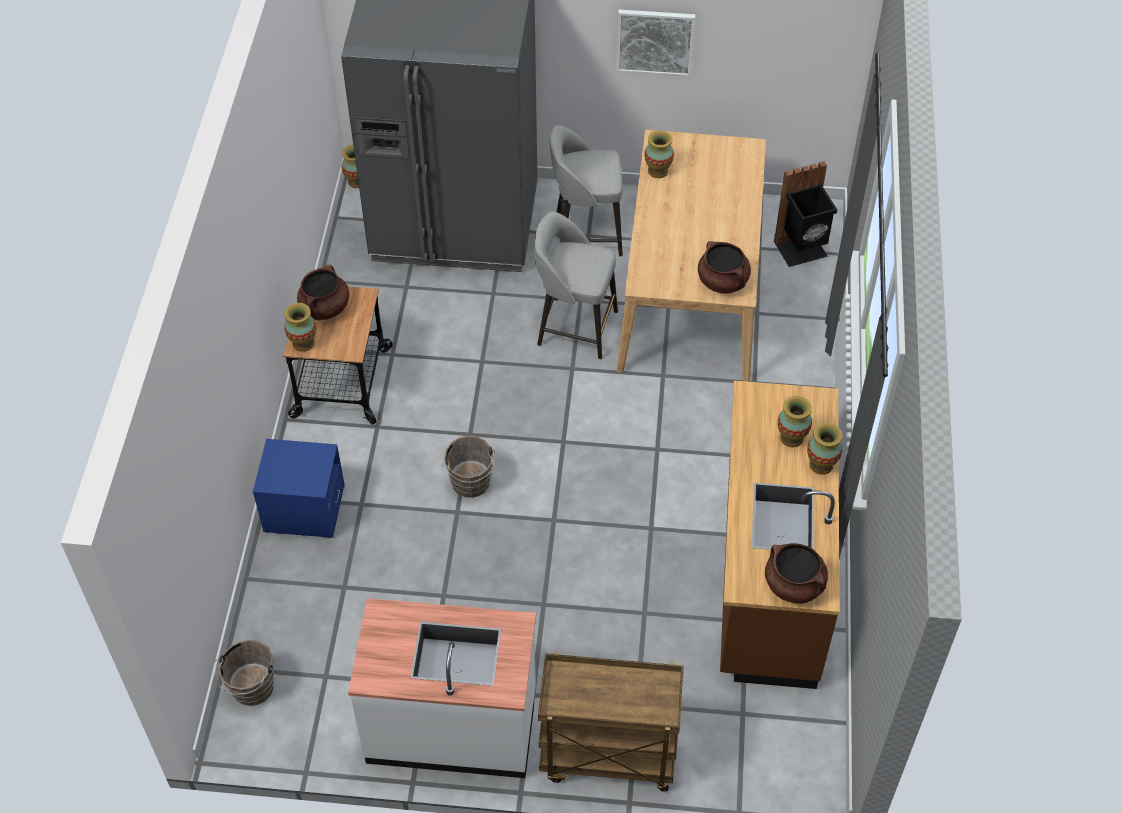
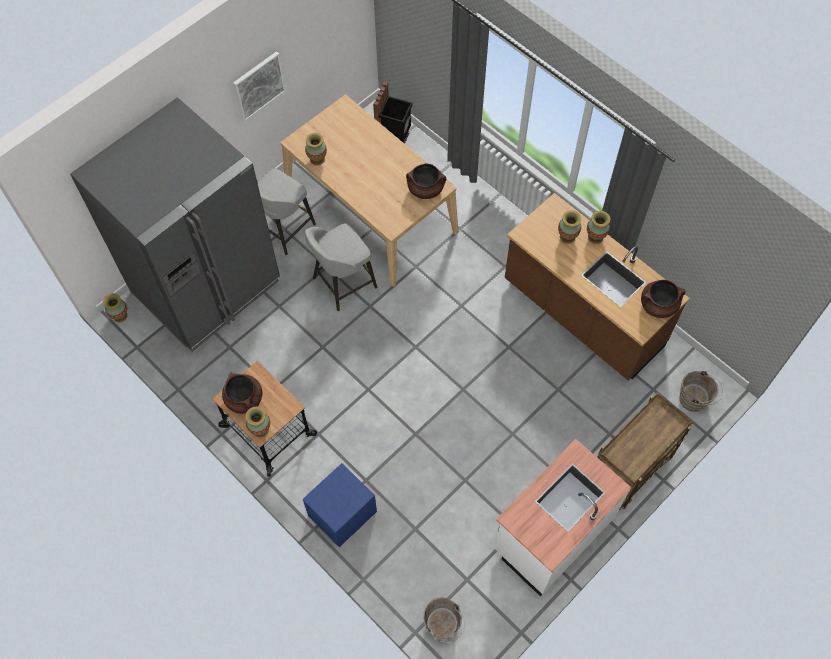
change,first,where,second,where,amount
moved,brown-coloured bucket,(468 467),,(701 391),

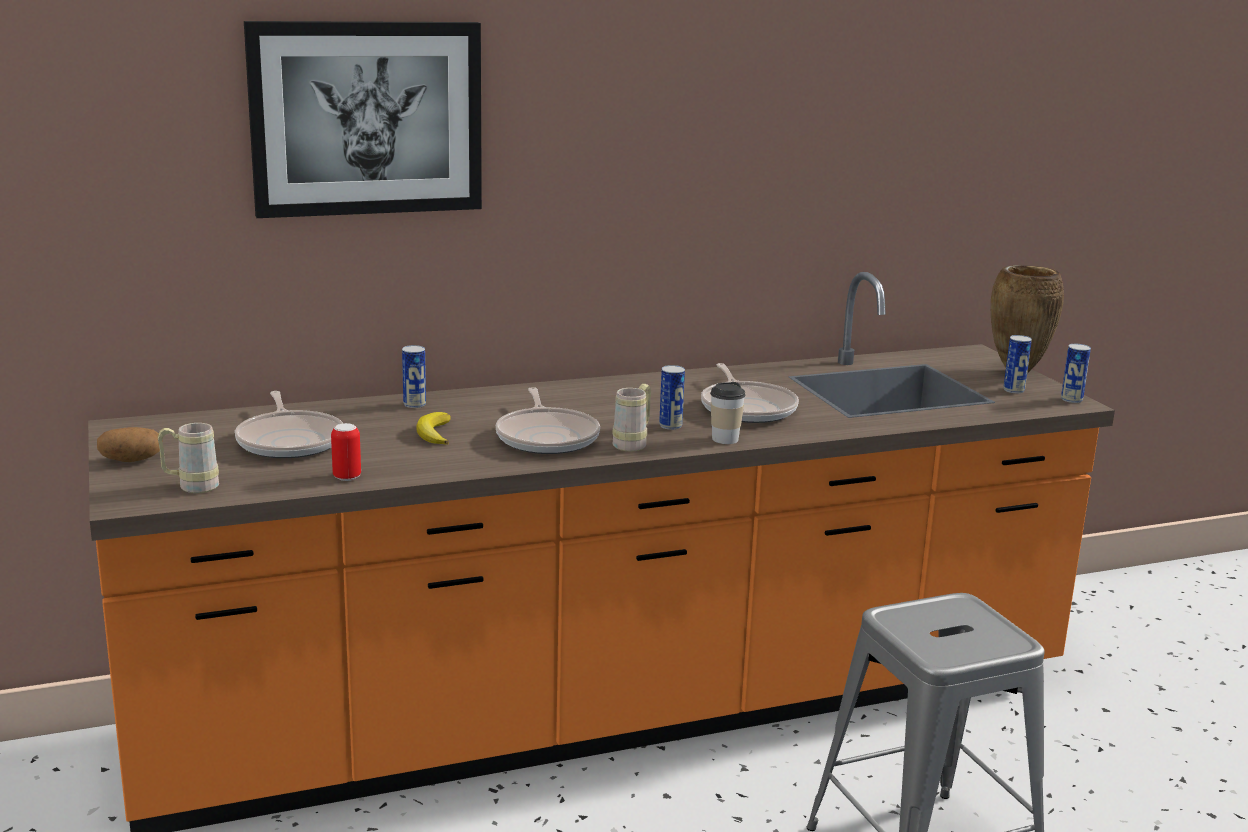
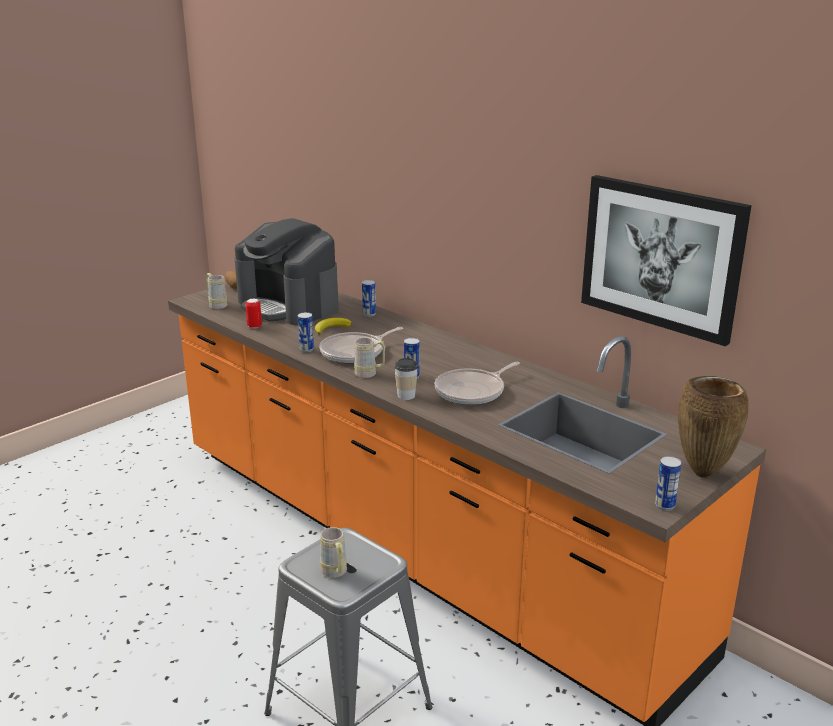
change,first,where,second,where,amount
added,,,beige coffee mug,(333 552),
moved,wall picture,(363 119),,(666 260),
moved,can,(1017 364),,(306 332),
replaced,skillet,(289 424),coffee brewer,(286 271),

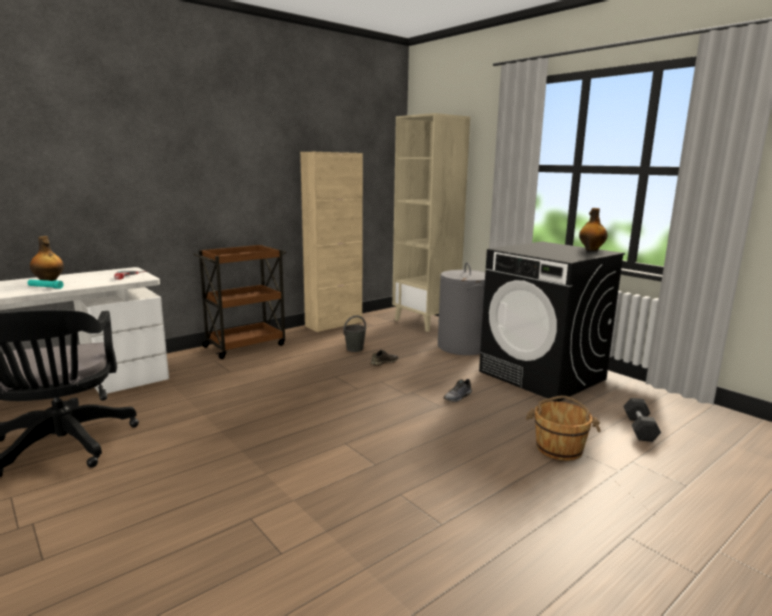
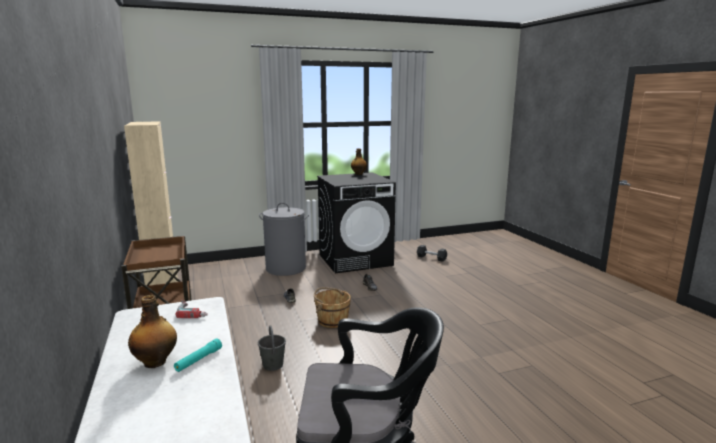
change,first,where,second,where,amount
removed,beige bookshelf,(431 222),,,
moved,greyish bucket,(354 333),,(272 348),
moved,brown-coloured bucket,(563 428),,(332 307),

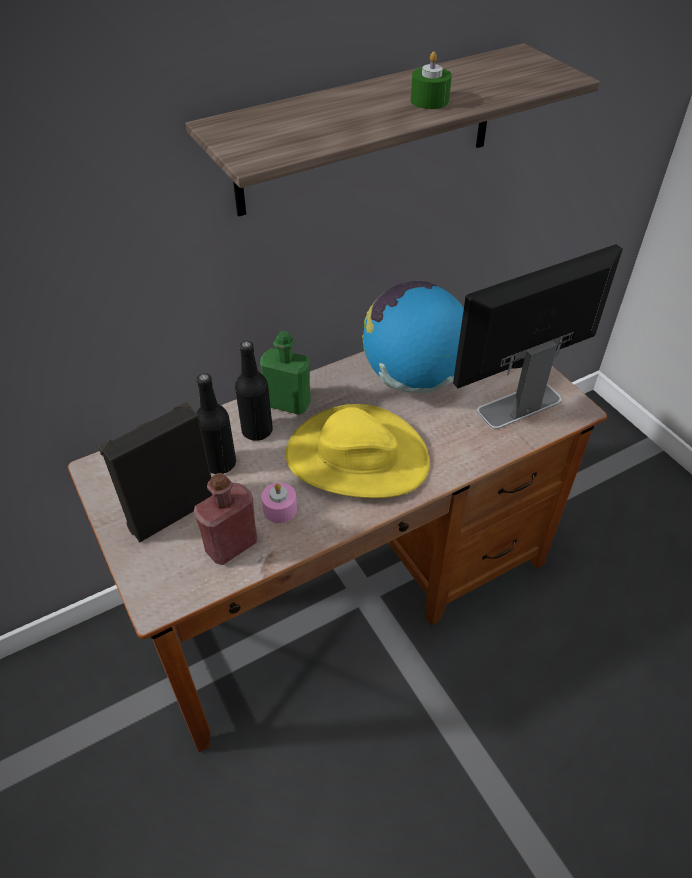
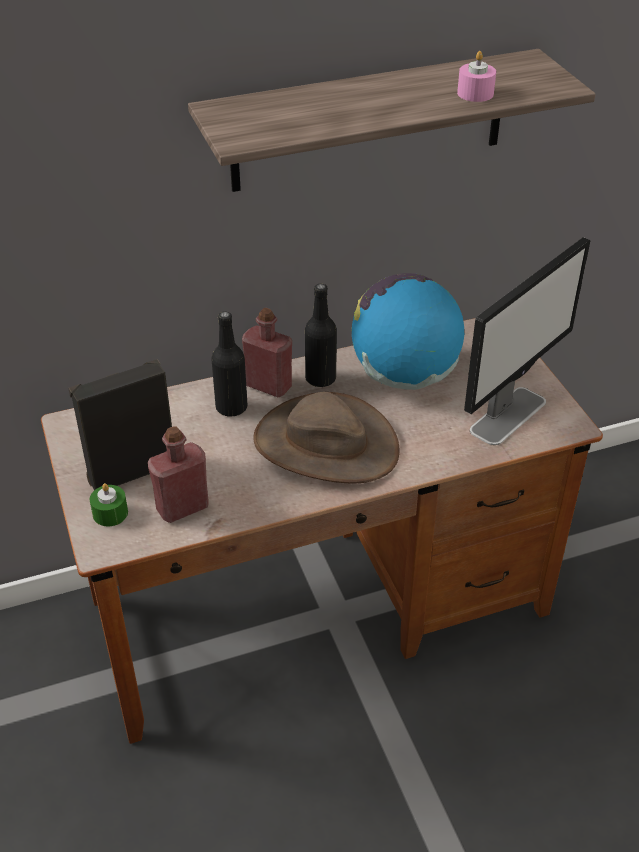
change,first,where,second,where,amount
moved,black-coloured drink bottle,(216 423),,(321 335),
moved,pink wax light,(279 502),,(476 76),
moved,green-coloured wax light,(431 80),,(108 504),
recoloured,green-coloured drink bottle,(285 373),red-coloured drink bottle,(267 352),
recoloured,yellow hat,(357 451),brown-coloured hat,(326 437),
turned,computer screen,(538 336),,(527 341),150 degrees clockwise

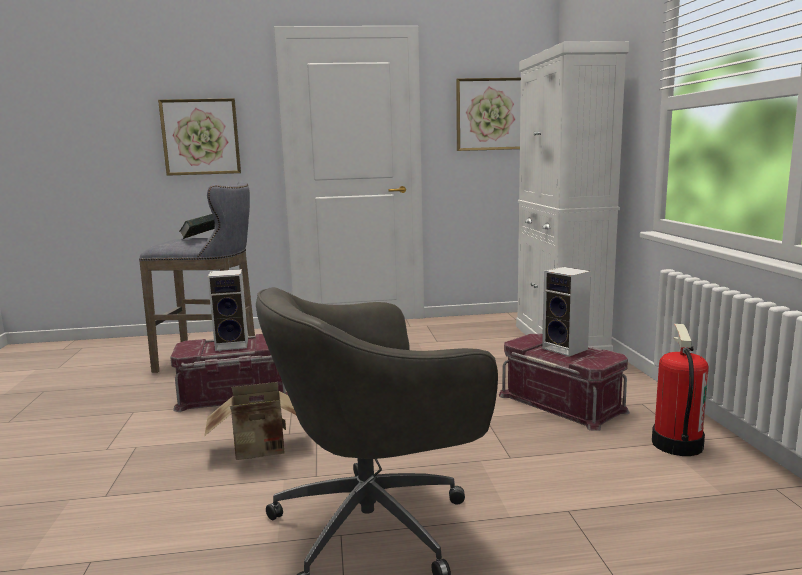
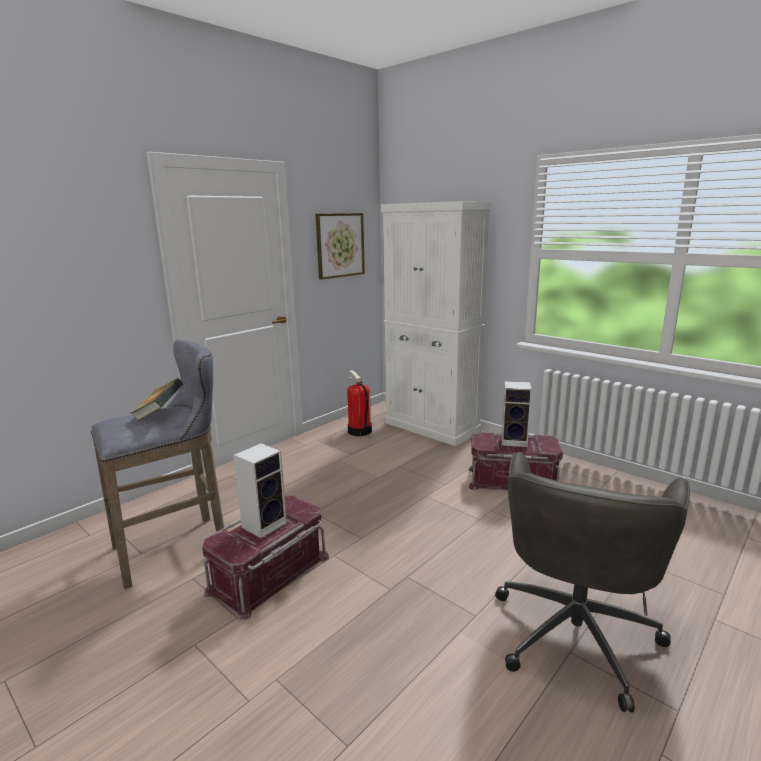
change,first,where,second,where,amount
removed,wall picture,(199 137),,,
removed,carton,(250 421),,,
moved,extinguisher,(680 390),,(359 403),

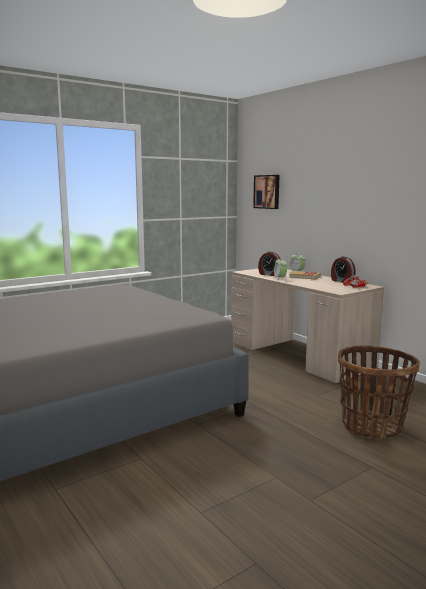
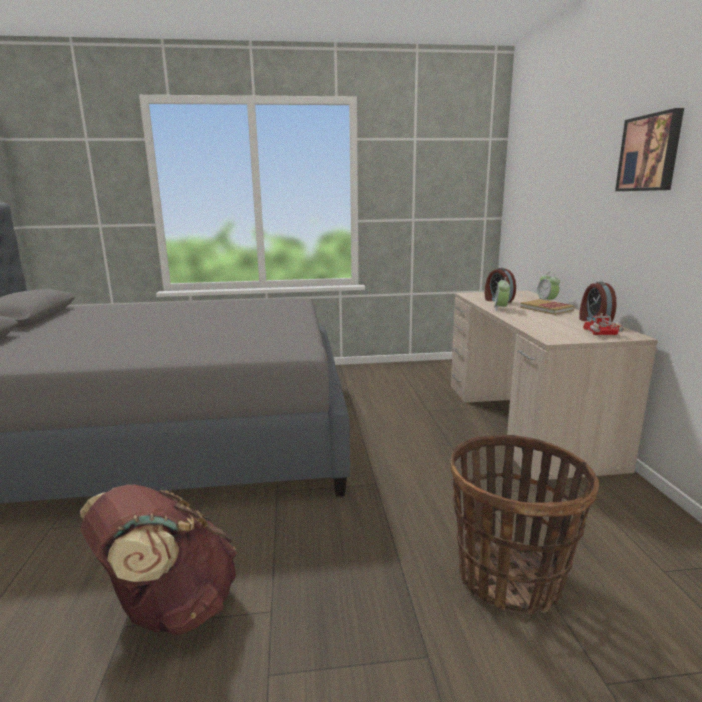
change,first,where,second,where,amount
added,,,brown-coloured knapsack,(158 560),
moved,wall picture,(266 192),,(649 149),

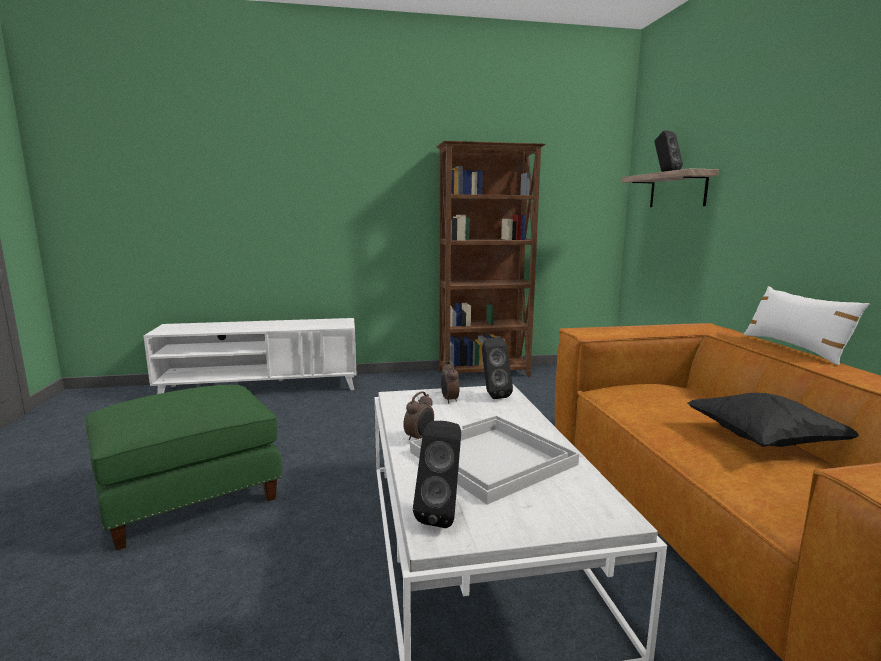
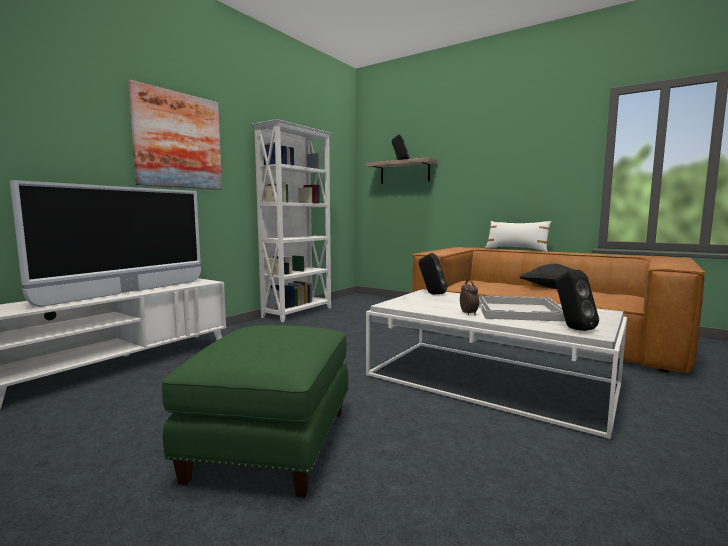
change,first,where,second,where,amount
removed,alarm clock,(450 382),,,
added,,,television,(105 243),
added,,,wall picture,(175 135),
recoloured,brown-coloured bookshelf,(491 259),white bookshelf,(292 220),

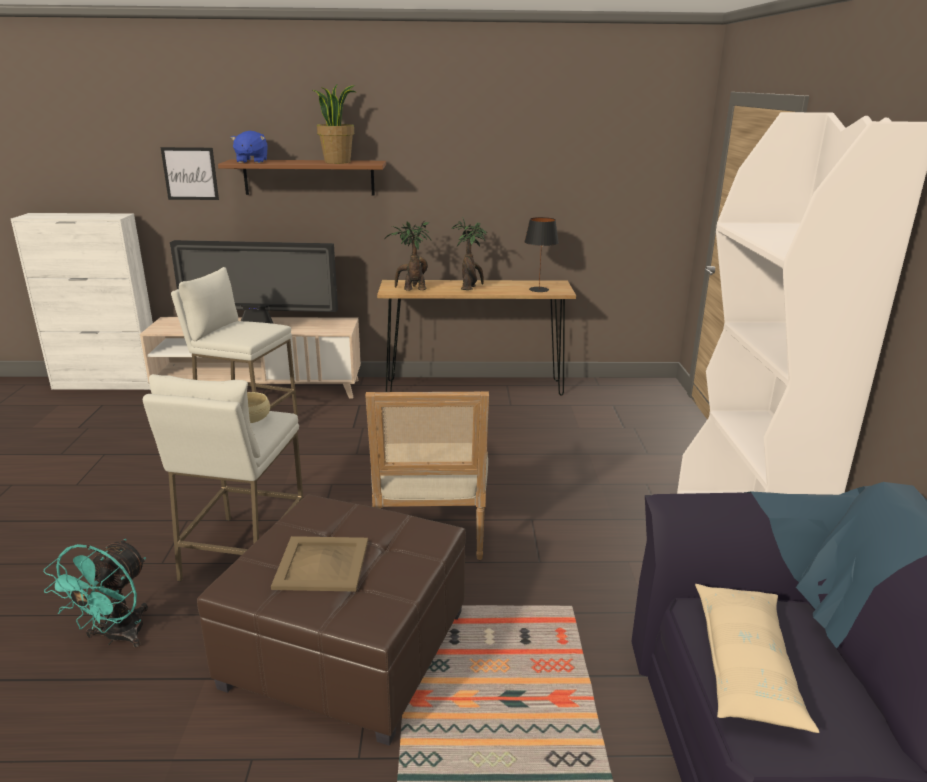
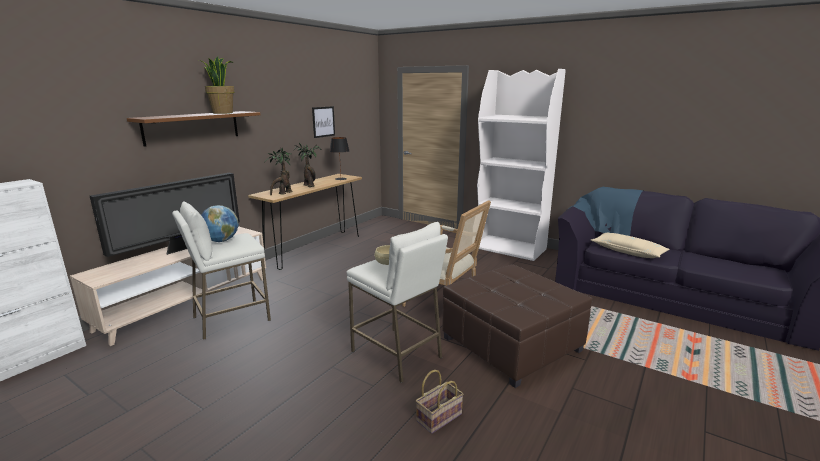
change,first,where,second,where,amount
removed,blue plush toy,(249 147),,,
removed,beige tray,(319 564),,,
added,,,world globe,(220 223),
moved,wall picture,(190 173),,(323 122),
replaced,blue-green cooling fan,(96 593),household basket,(440 402),

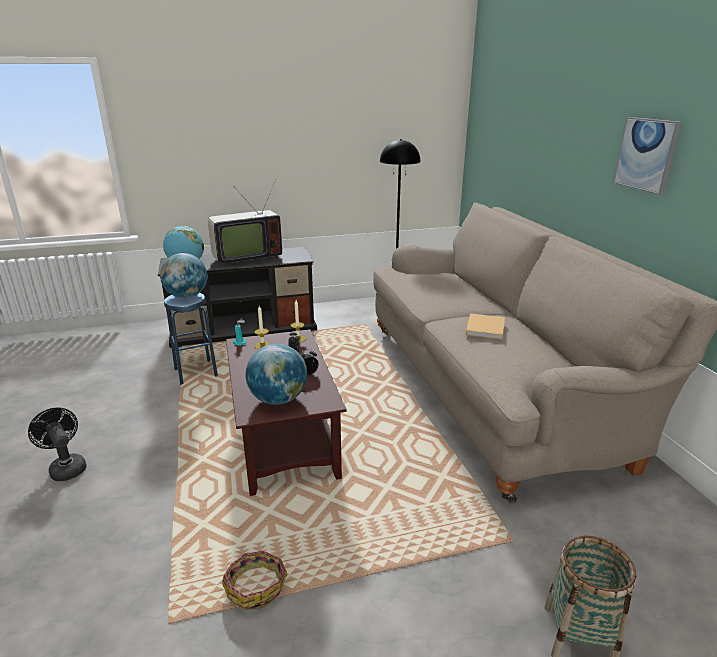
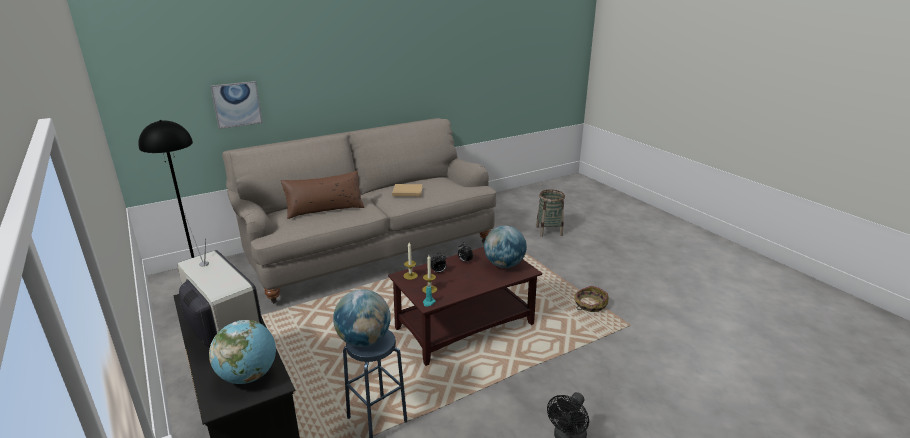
change,first,where,second,where,amount
added,,,brown-coloured cushion,(322 195),
moved,wall picture,(647 156),,(237 105),

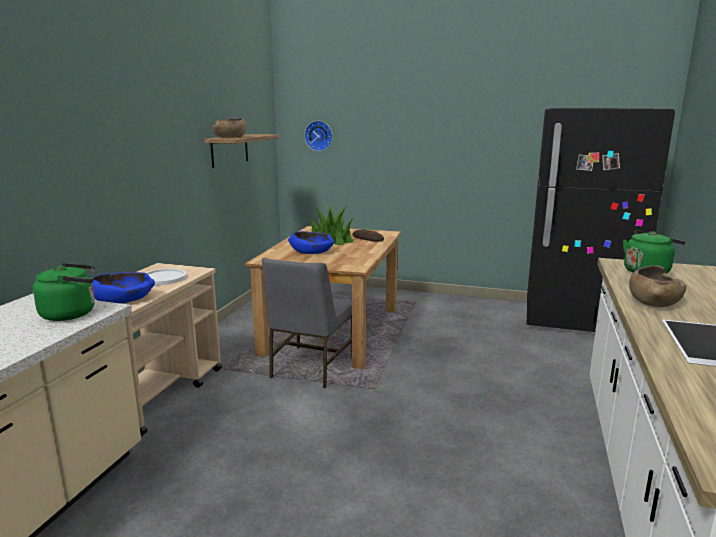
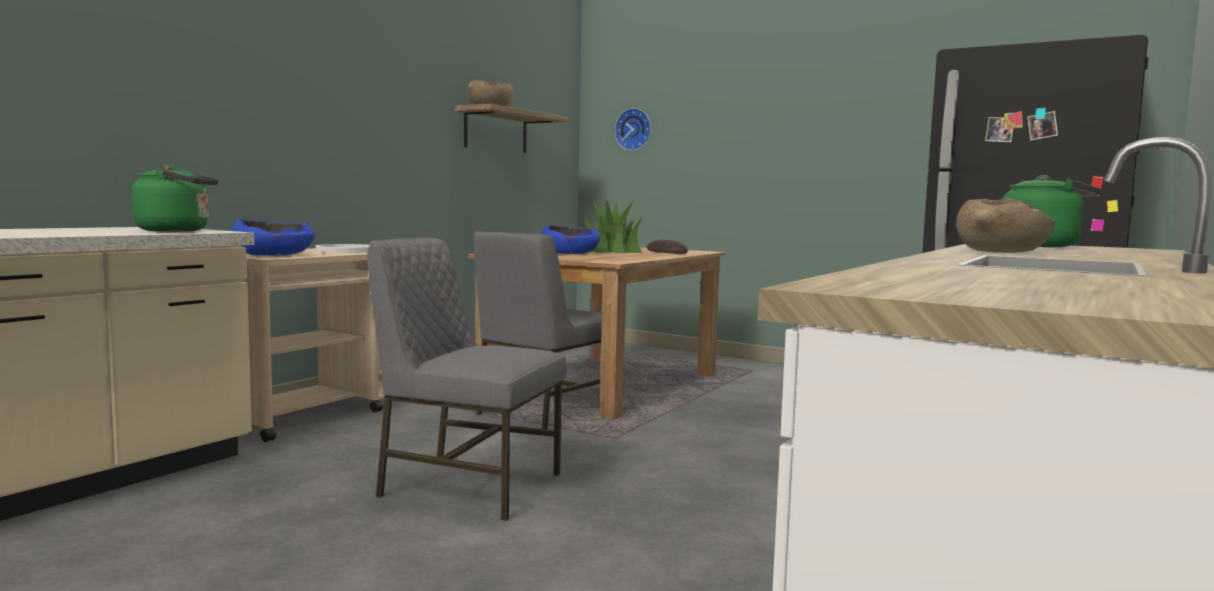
change,first,where,second,where,amount
added,,,greyish upright chair,(467 379),

